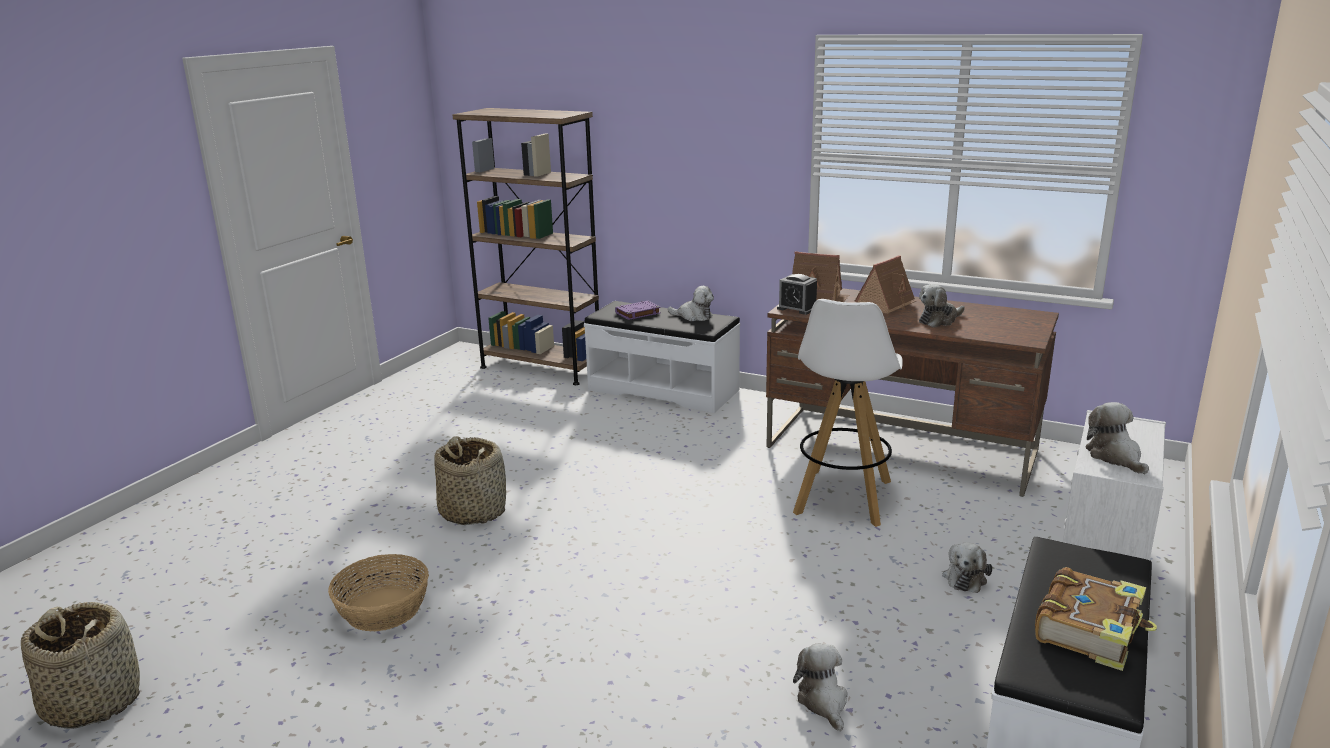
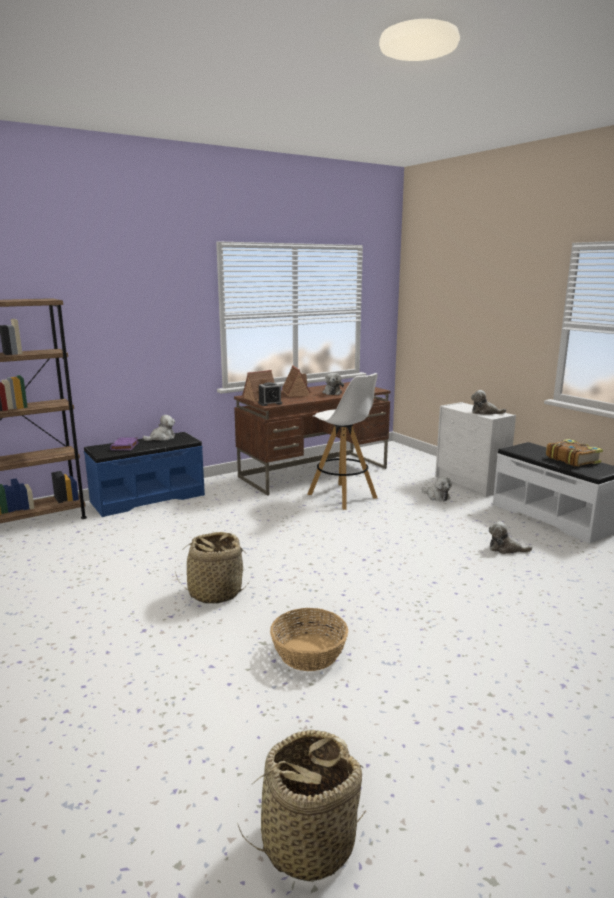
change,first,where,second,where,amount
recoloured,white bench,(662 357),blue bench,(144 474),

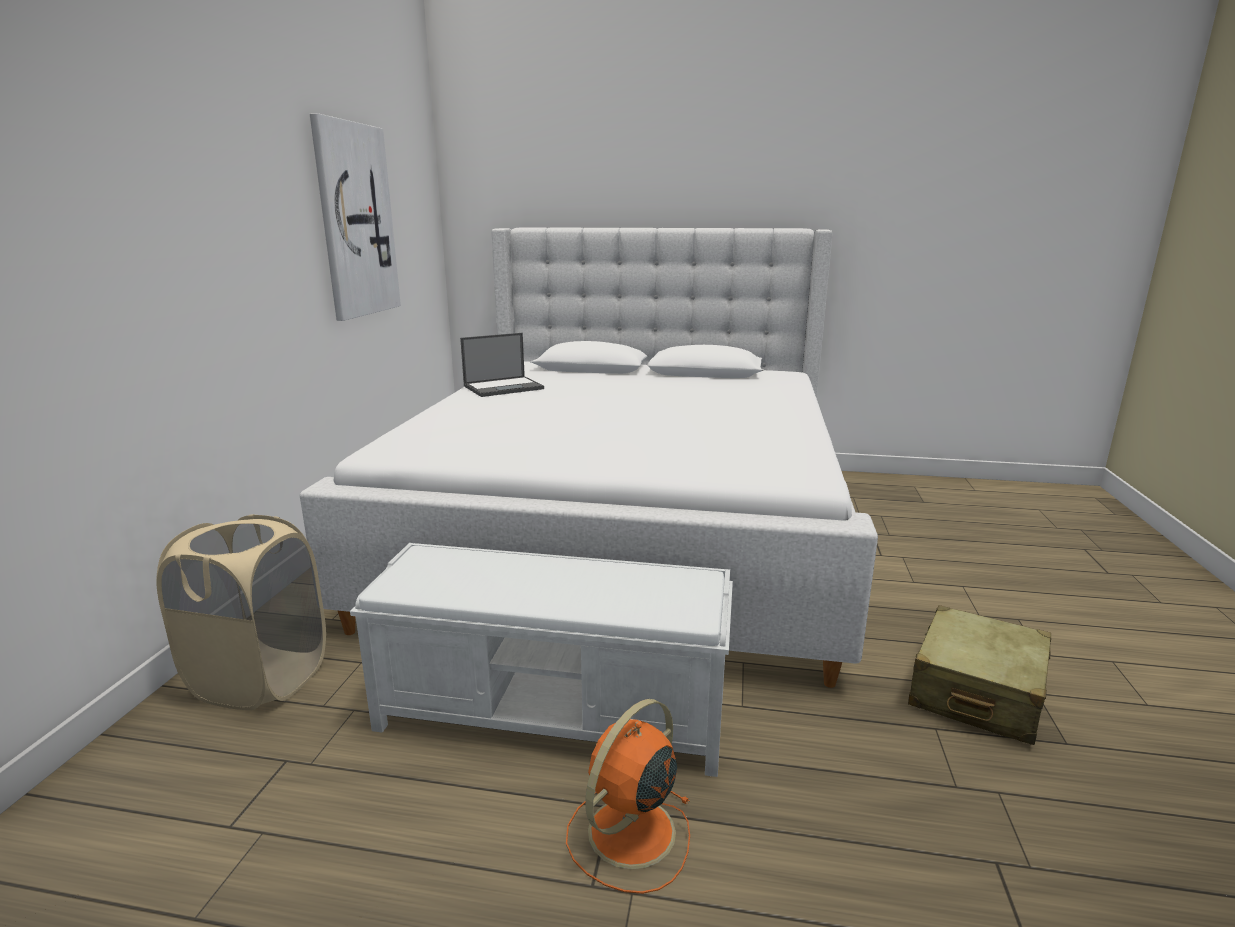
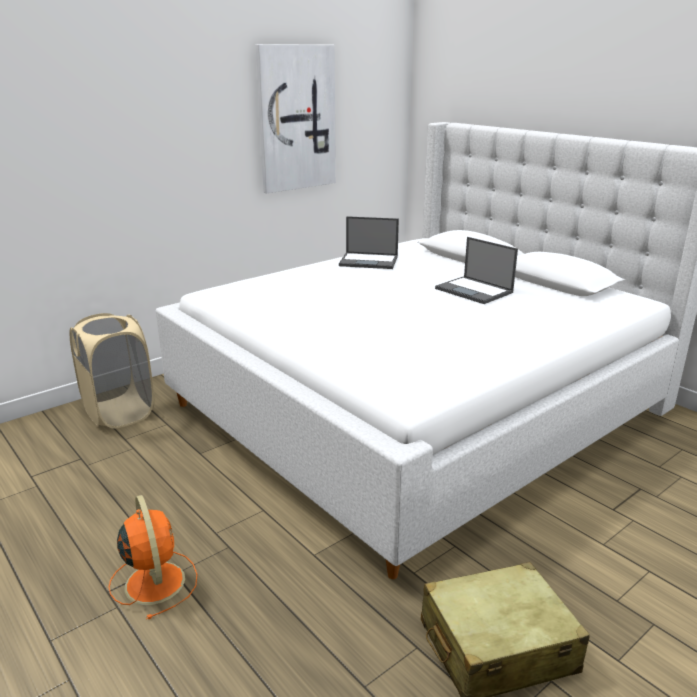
change,first,where,second,where,amount
removed,white bench,(541 660),,,
added,,,portable computer,(476 270),
turned,orange-coloured cooling fan,(628 796),,(153 557),75 degrees clockwise

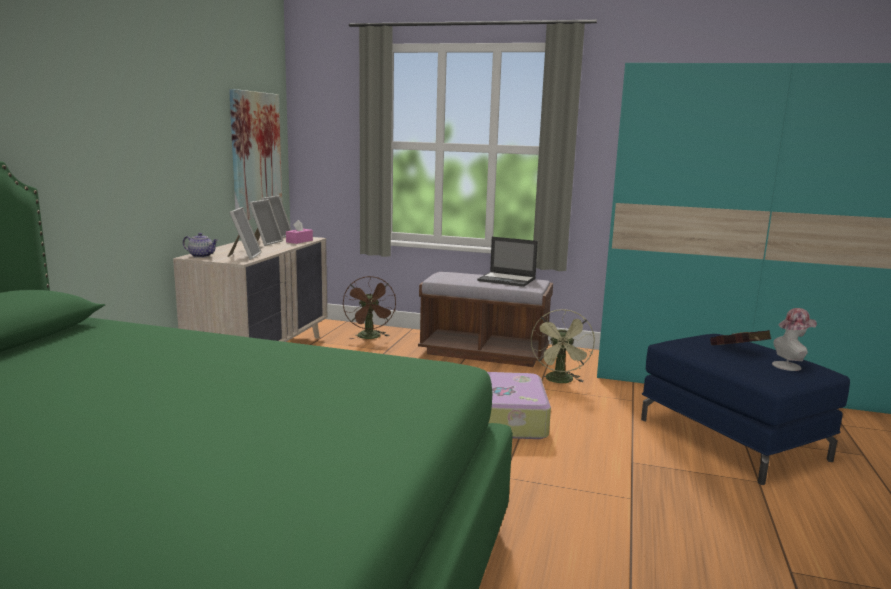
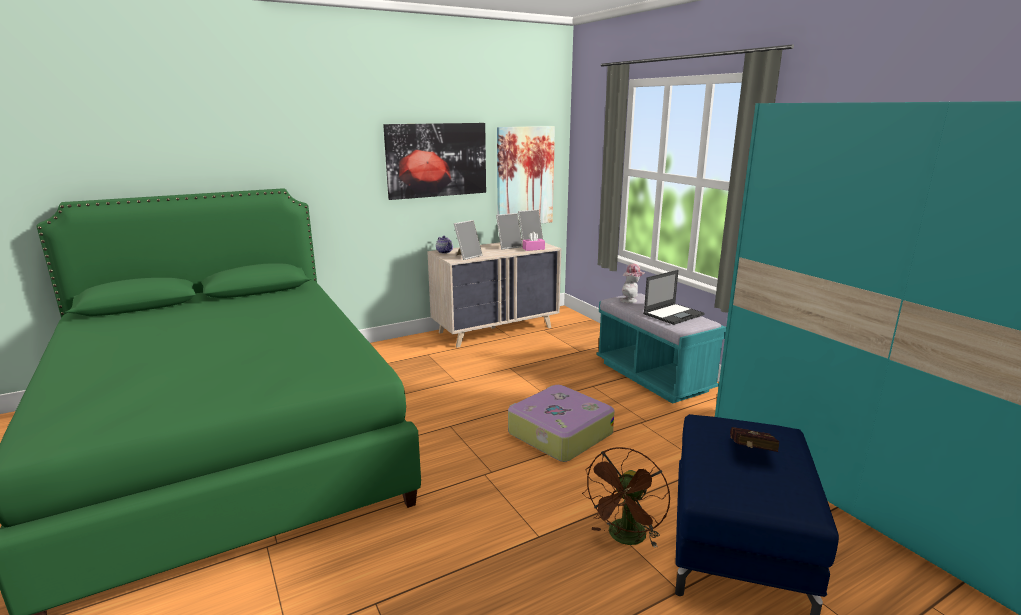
change,first,where,second,where,amount
removed,green-coloured cooling fan,(563 346),,,
added,,,wall picture,(434 161),
moved,brown-coloured cooling fan,(369 307),,(626 497),
moved,hat,(794 339),,(632 283),
recoloured,brown-coloured bench,(485 319),blue-green bench,(661 348),
turned,portable computer,(507 262),,(674 297),105 degrees counterclockwise

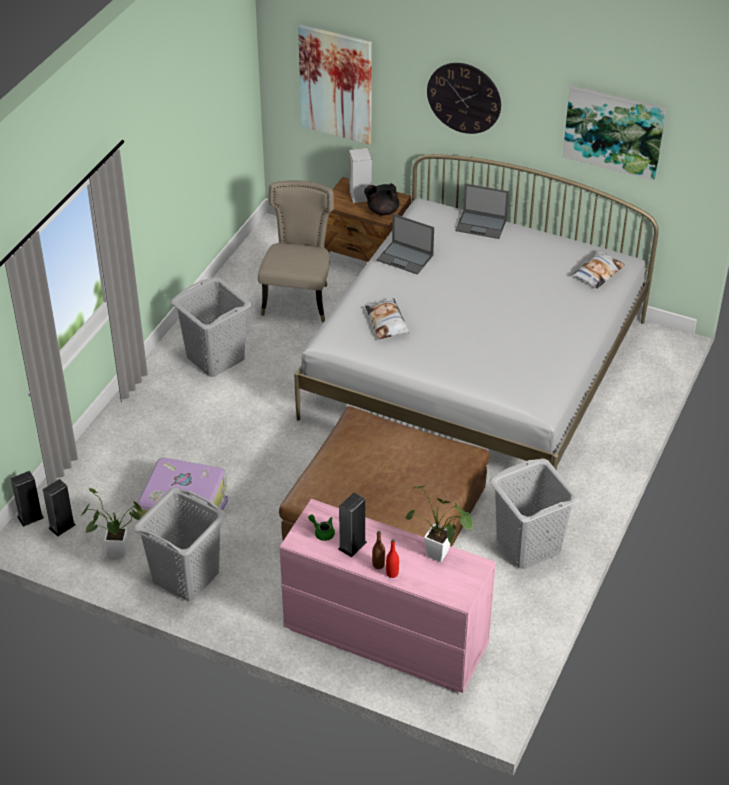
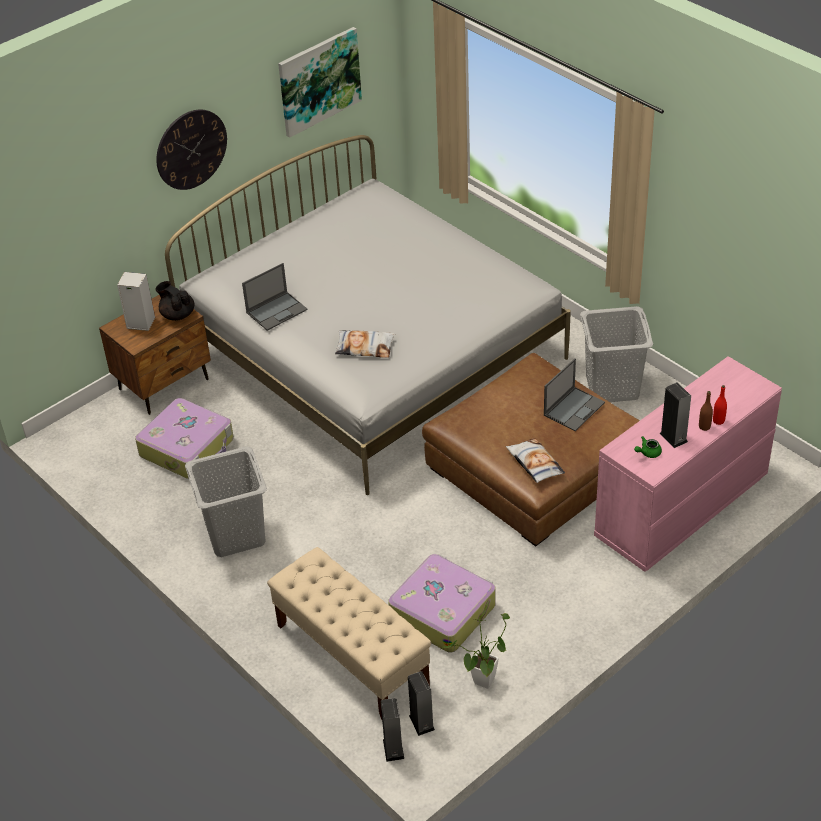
change,first,where,second,where,amount
removed,greyish washing basket,(179 544),,,
removed,wall picture,(335 84),,,
removed,plant in a pot,(439 523),,,
added,,,beige bench,(349 633),
moved,portable computer,(482 211),,(574 394),
moved,cushion,(599 269),,(535 460),
replaced,beige upright chair,(296 251),piece of luggage,(184 438),
turned,black-coloured teapot,(381 199),,(175 301),120 degrees clockwise

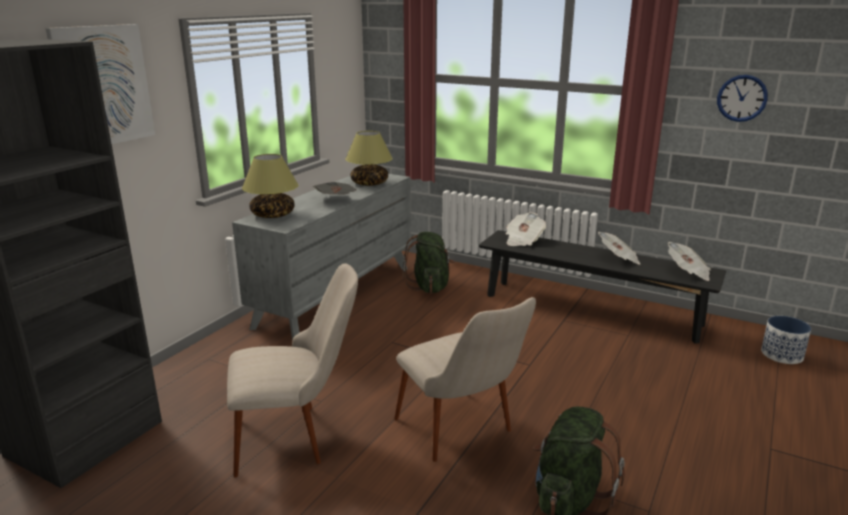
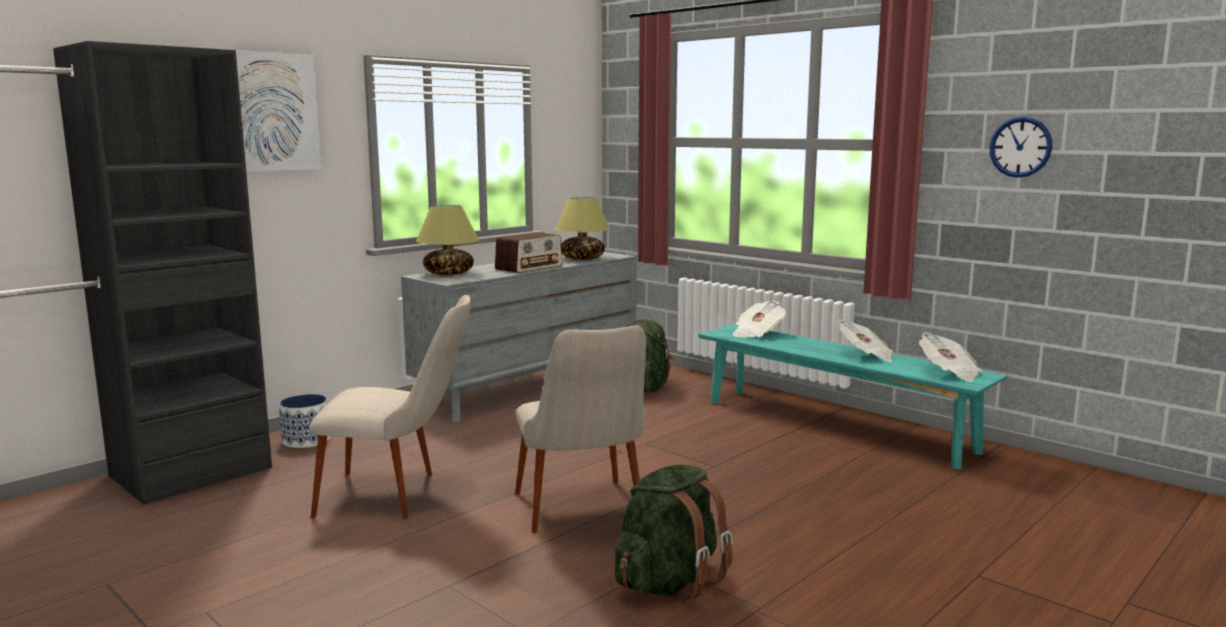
change,first,where,second,where,amount
moved,flower pot,(786 340),,(304 421),
replaced,newspaper,(334 188),radio,(529 252),
recoloured,black-coloured bench,(602 287),blue-green bench,(852 396),

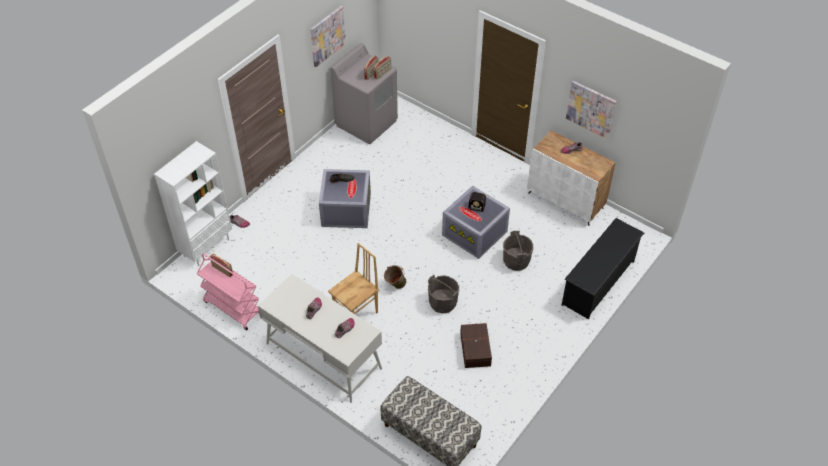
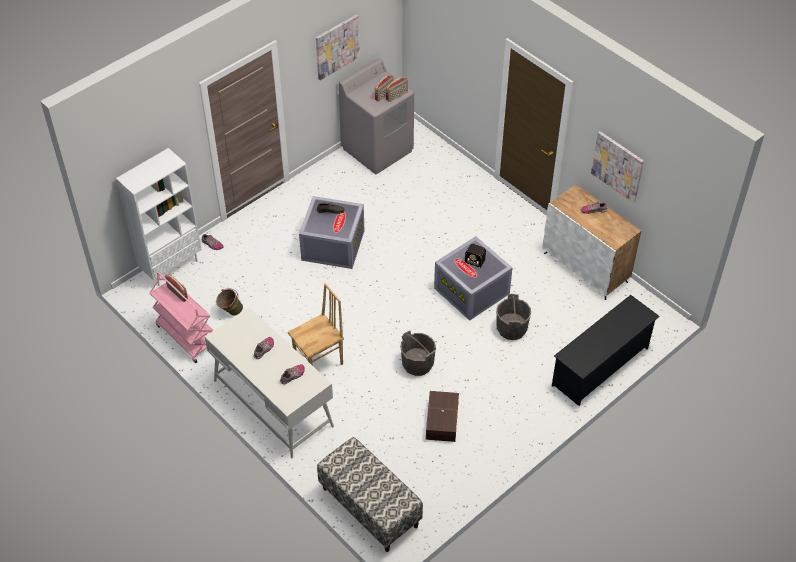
change,first,where,second,where,amount
moved,green-coloured bucket,(395 277),,(229 302),

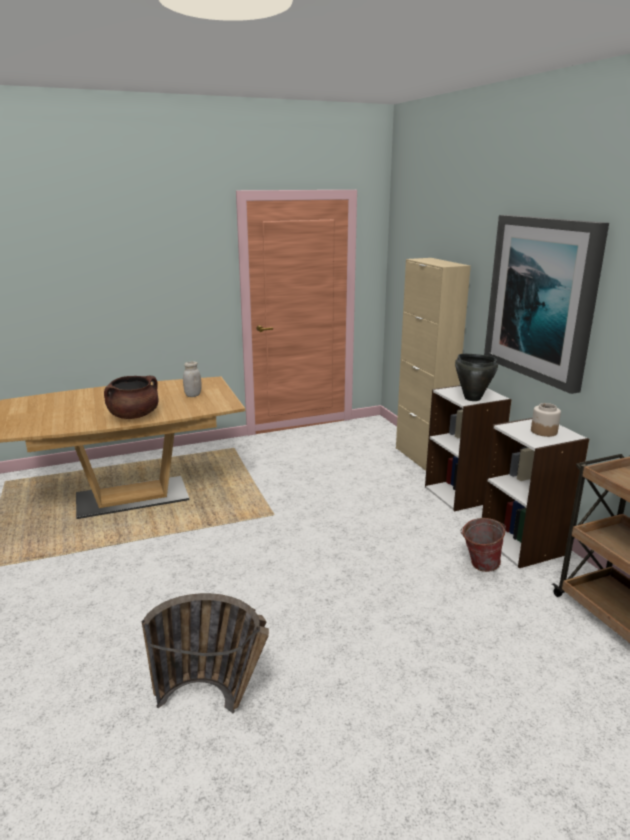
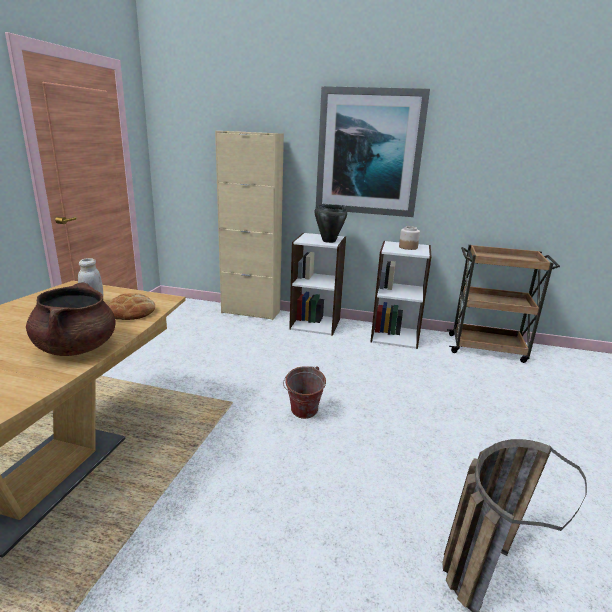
change,first,where,second,where,amount
added,,,baked bread,(131 306),
moved,bucket,(483 545),,(304 392),

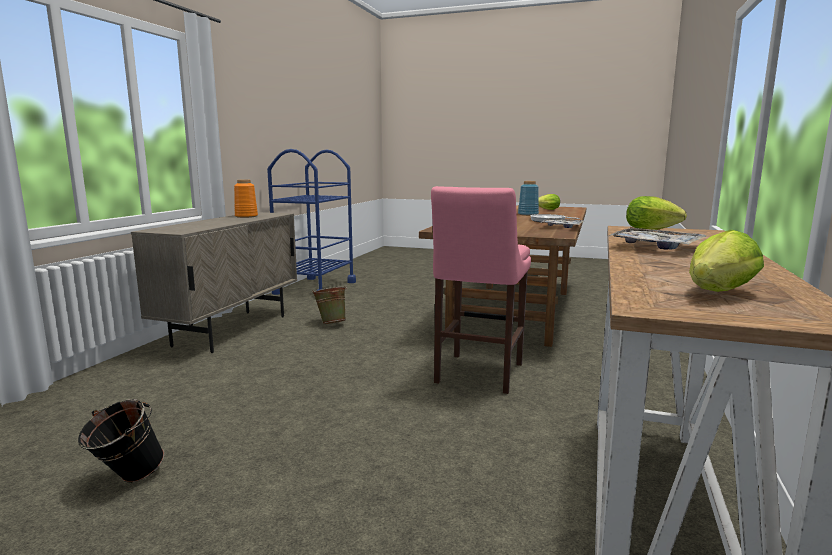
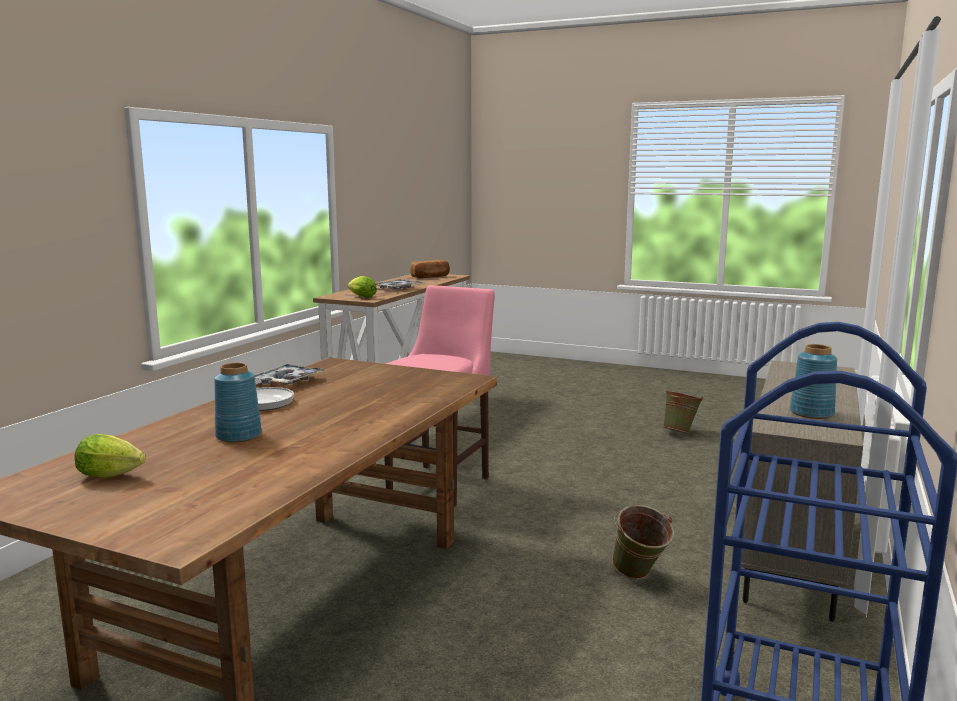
change,first,where,second,where,amount
replaced,lettuce,(726 261),baked bread,(430 269),
recoloured,black-coloured bucket,(121 441),green-coloured bucket,(683 412),
recoloured,orange-coloured decorative vase,(246 198),blue decorative vase,(813 381),

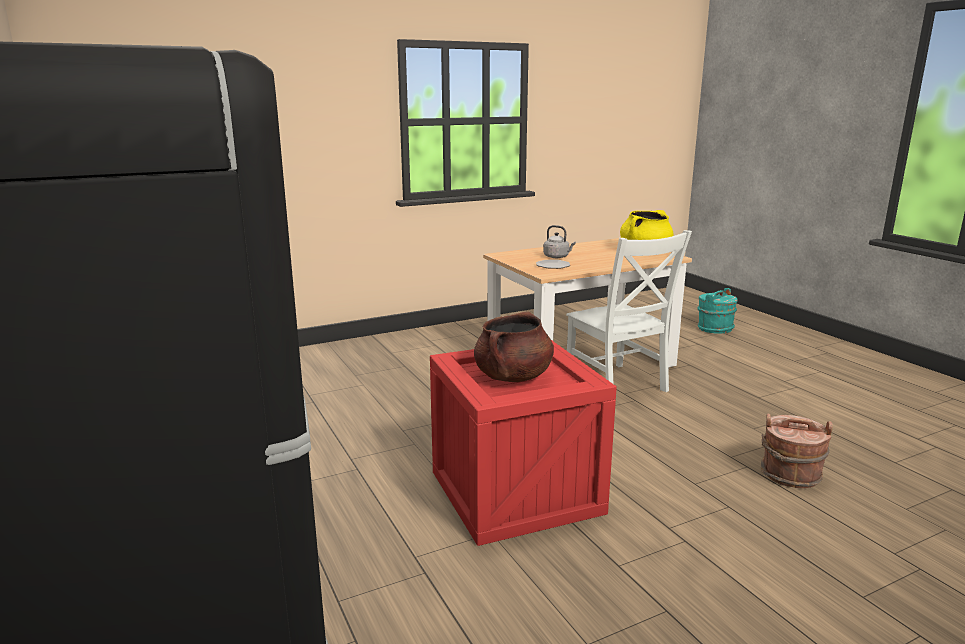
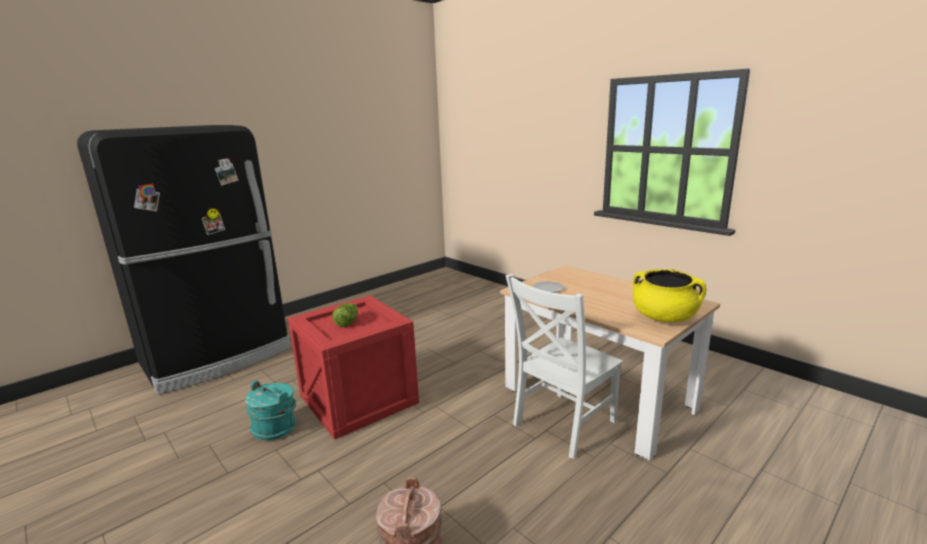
change,first,where,second,where,amount
removed,greyish tea kettle,(559 241),,,
moved,blue-green bucket,(717 311),,(271 410),
replaced,brown-coloured saucepot,(514 347),lettuce,(345 315),

